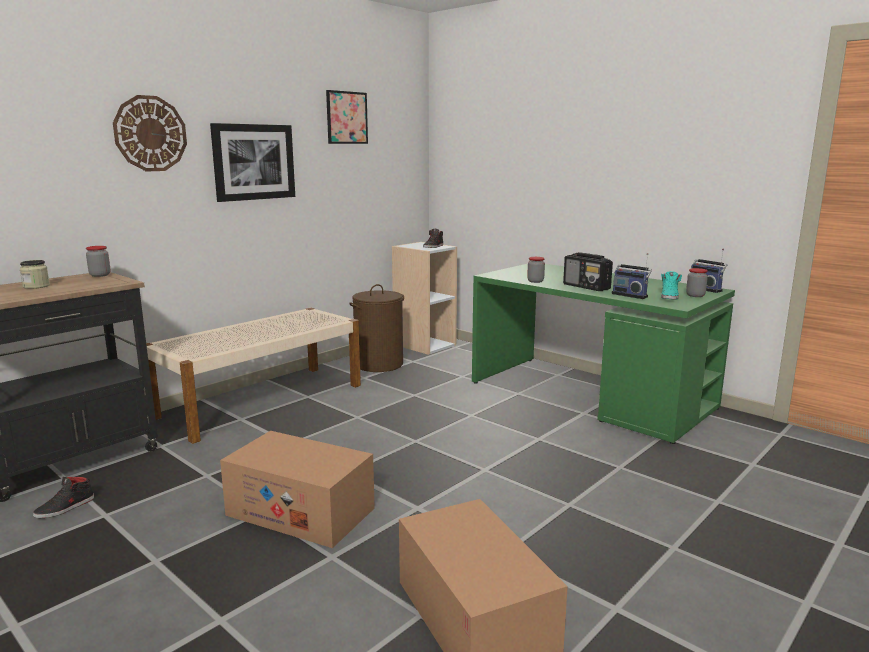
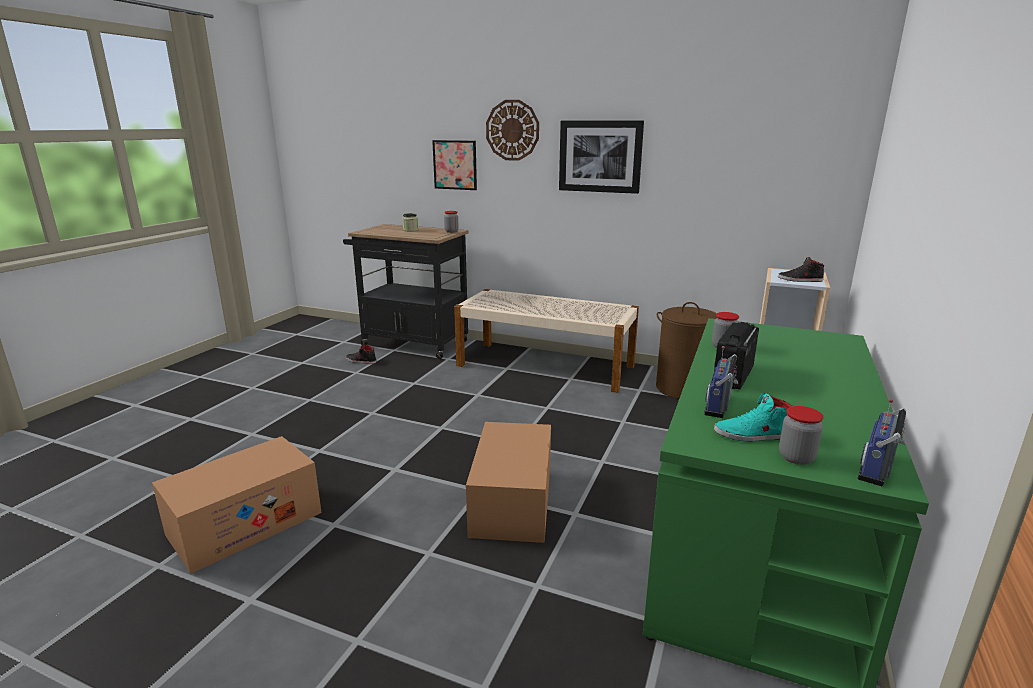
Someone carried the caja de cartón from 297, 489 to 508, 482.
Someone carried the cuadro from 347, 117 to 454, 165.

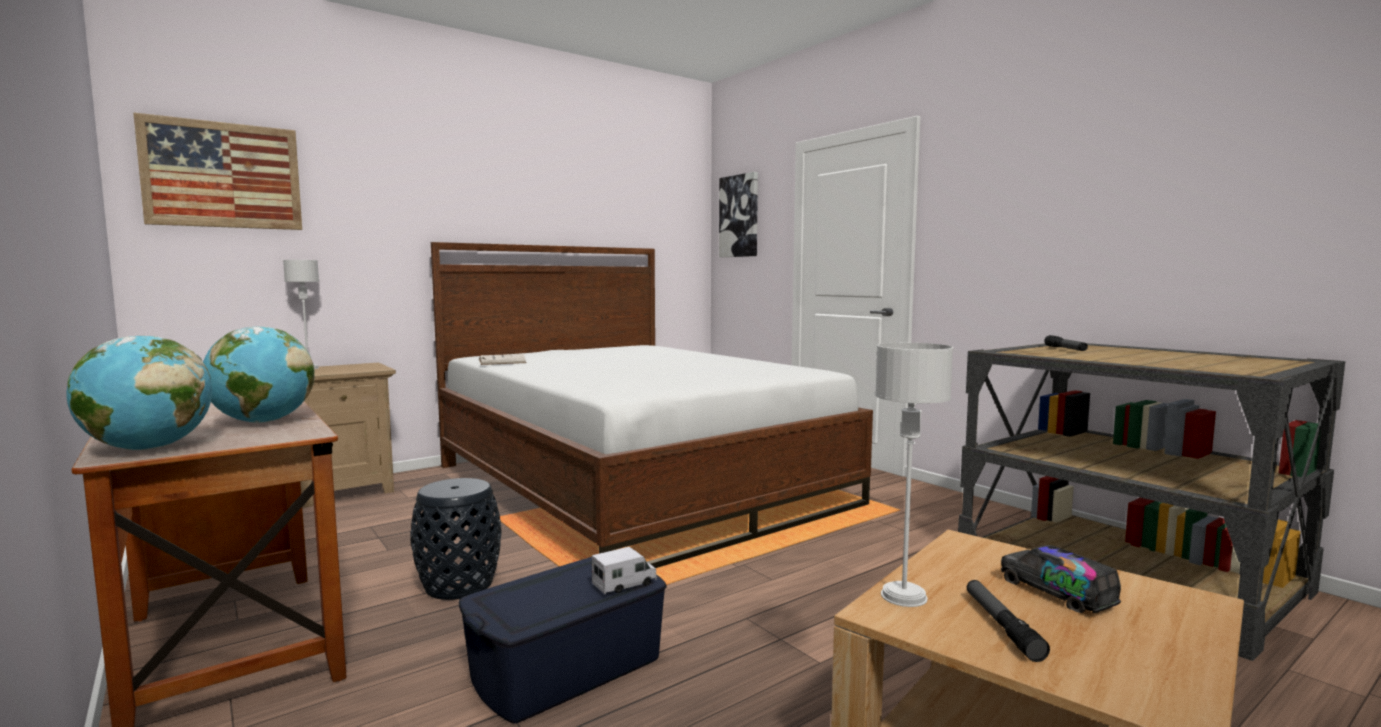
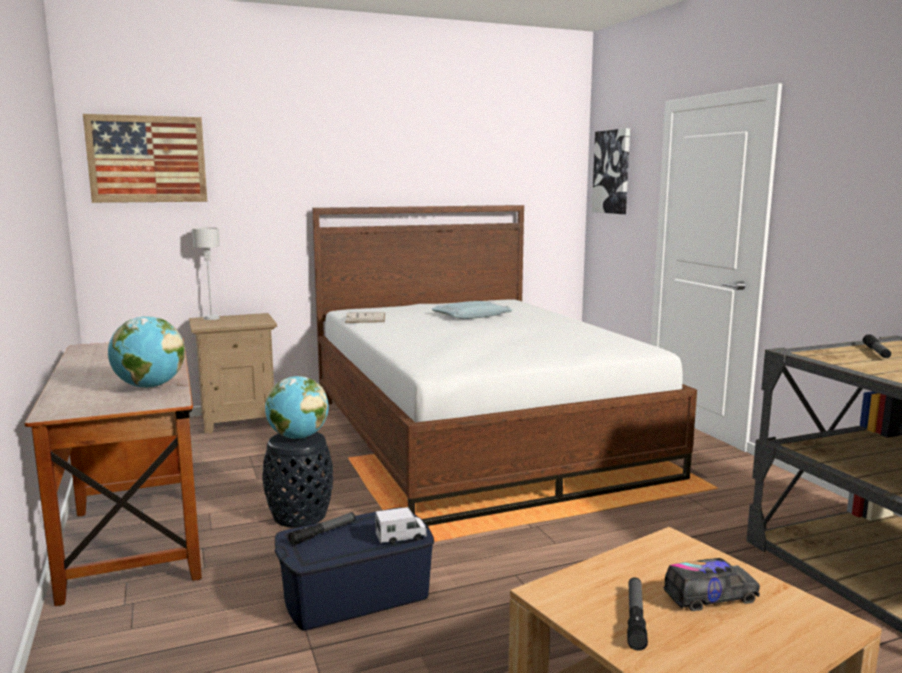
Someone carried the globo terráqueo from 139, 393 to 296, 407.
Someone took away the lámpara de mesa/gris at 914, 475.
Someone rotated the camión de juguete at 1061, 579 by 90 degrees clockwise.
Someone put down the linterna at 322, 528.
Someone put down the cojín/azul at 472, 310.

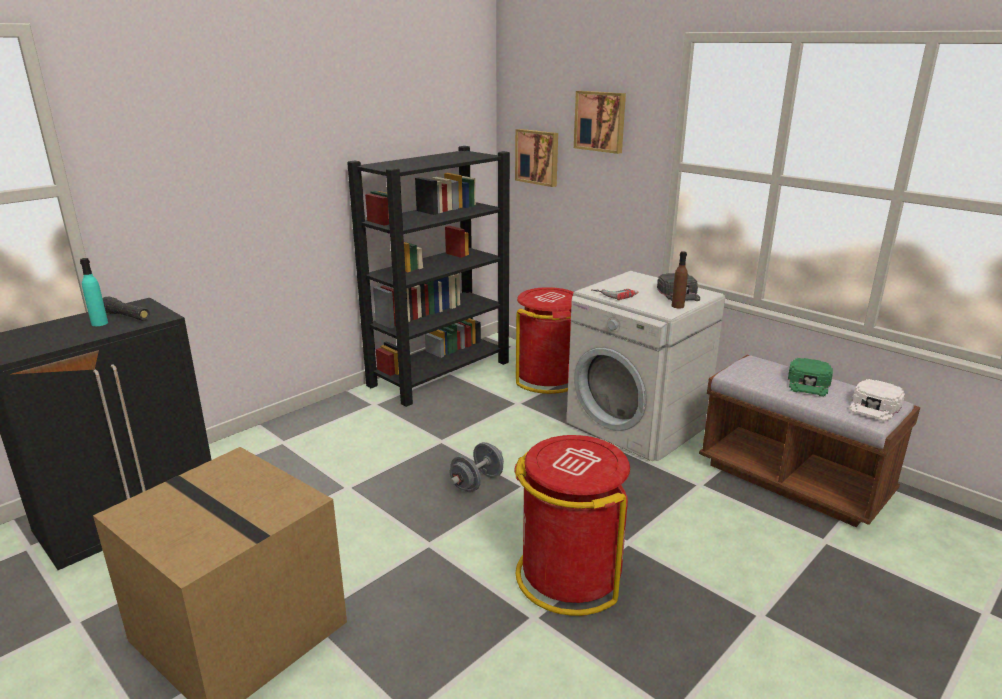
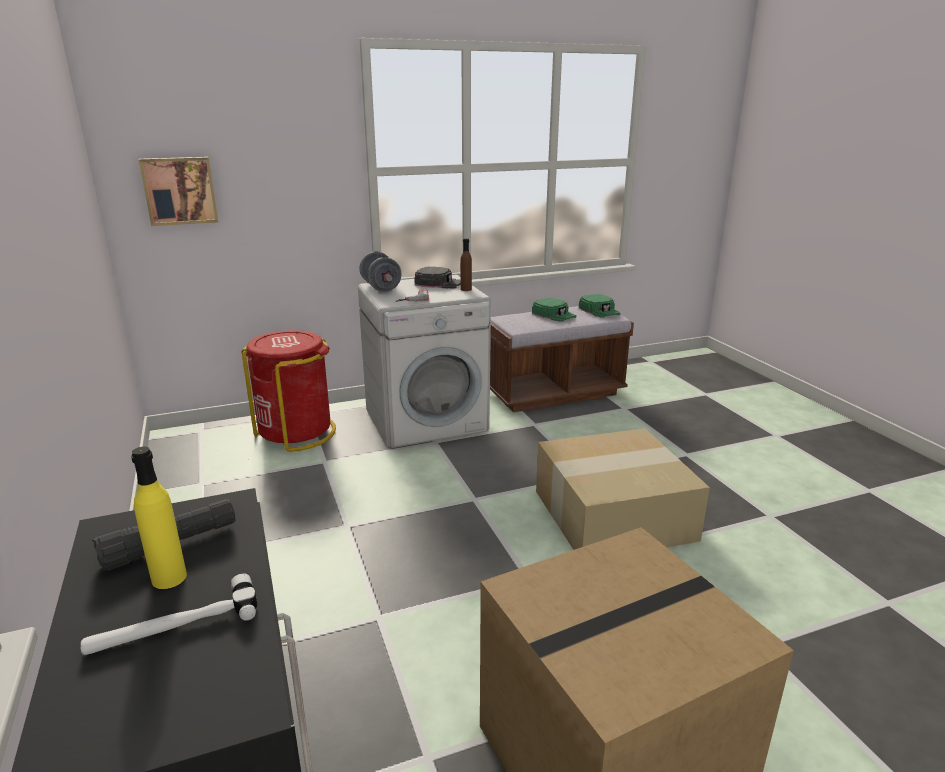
Someone repainted the botella/turquesa at 94, 292, which became the botella/amarillo at 159, 518.
Someone took away the estantería/negro at 428, 276.
Someone carried the mancuerna/gris from 477, 467 to 380, 271.
Someone swapped the papelera/rojo at 572, 525 for the caja de cartón at 623, 489.
Someone took away the cuadro at 600, 122.
Someone repainted the gorra/blanco at 877, 400, which became the gorra/verde at 599, 306.
Someone put down the martillo at 168, 614.

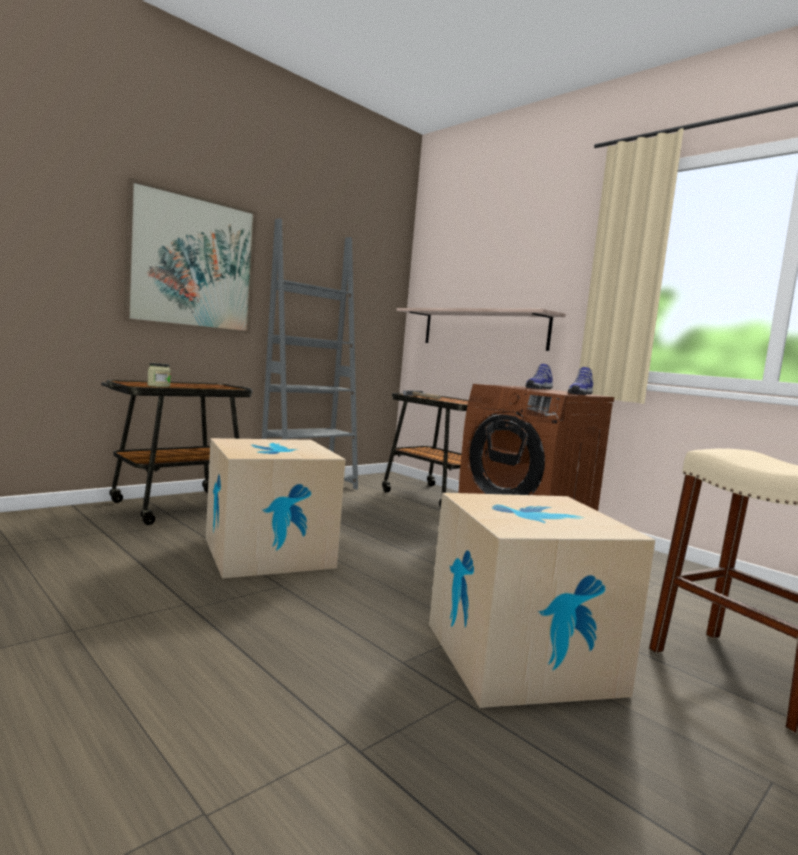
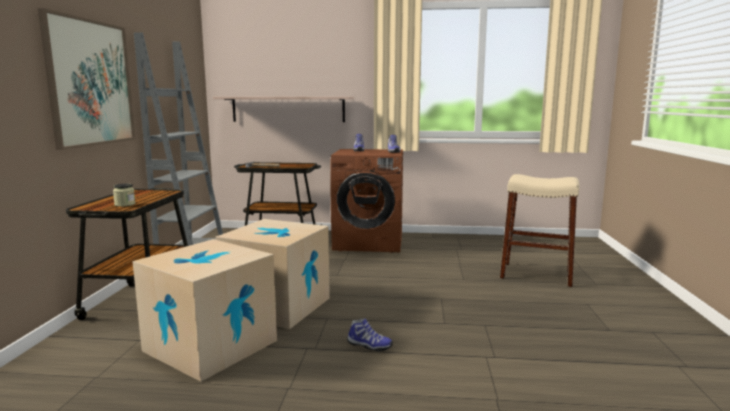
Someone carried the caja de cartón from 542, 600 to 204, 310.
Someone put down the zapato at 370, 335.

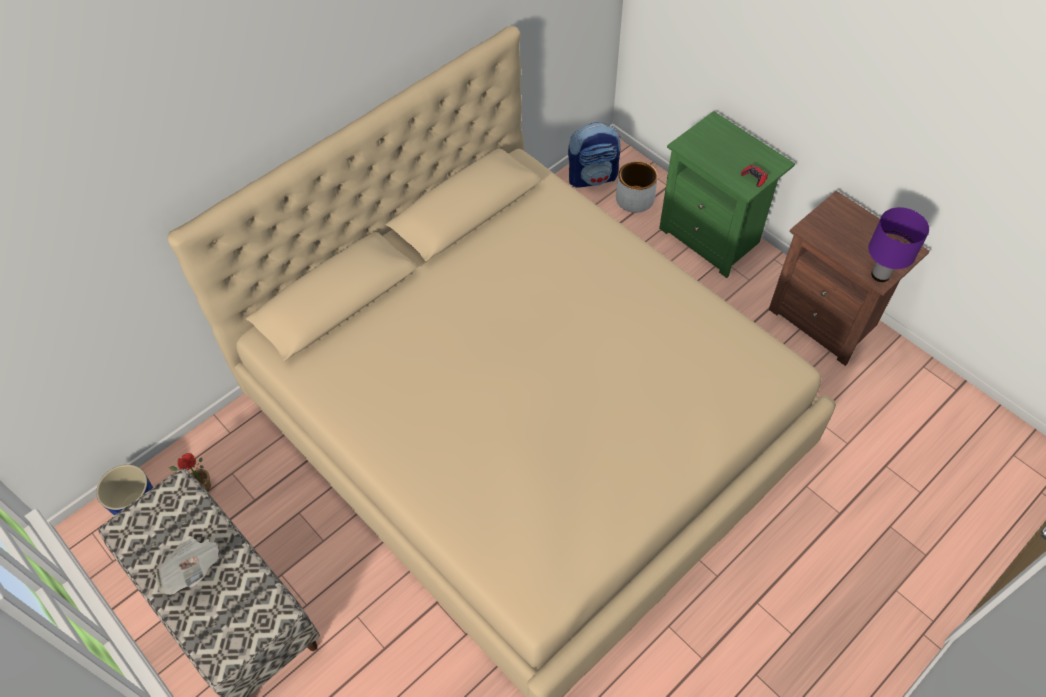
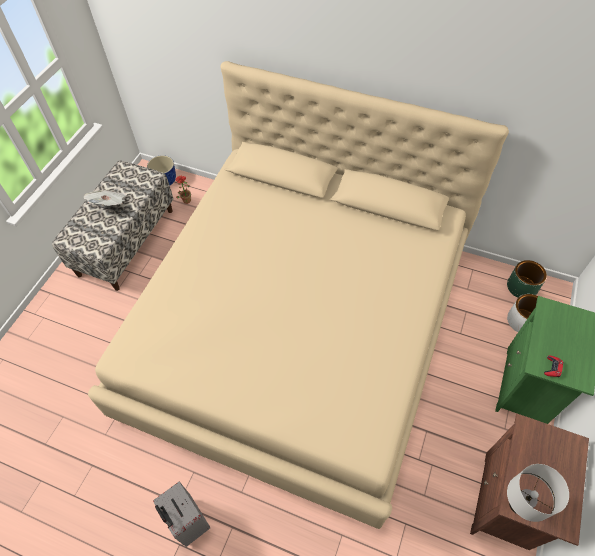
Someone swapped the mochila at 594, 155 for the maceta/verde at 527, 279.
Someone repainted the lámpara de mesa/morado at 898, 244, which became the lámpara de mesa/blanco at 538, 493.
Someone put down the maleta/gris at 181, 514.

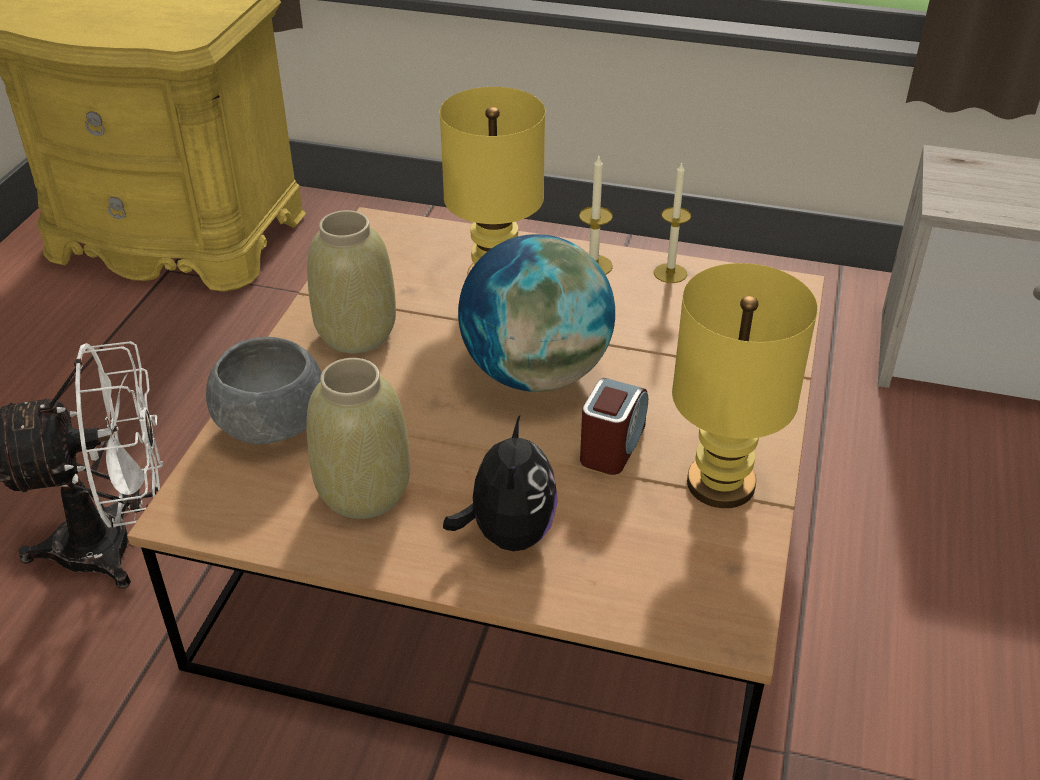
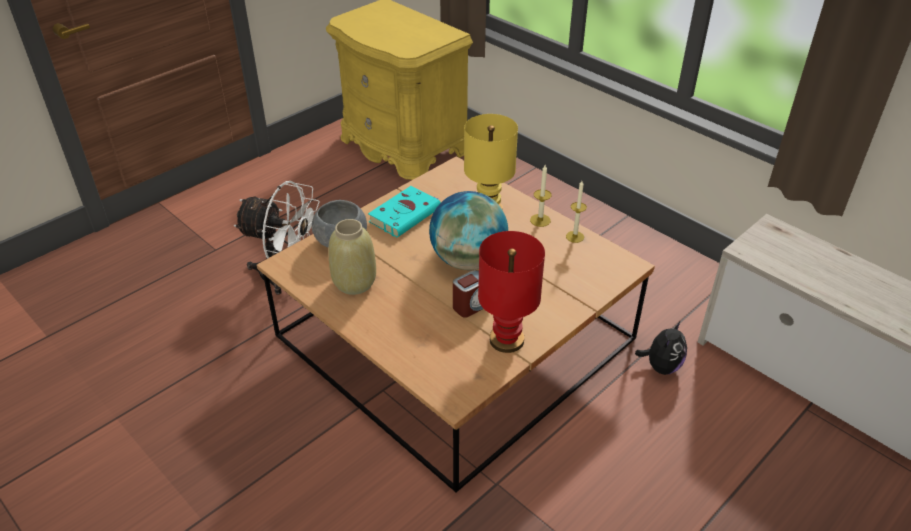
Someone swapped the florero/beis at 351, 281 for the libro/turquesa at 404, 212.
Someone carried the peluche from 500, 482 to 661, 348.
Someone repainted the lámpara de mesa/amarillo at 745, 385, which became the lámpara de mesa/rojo at 511, 292.

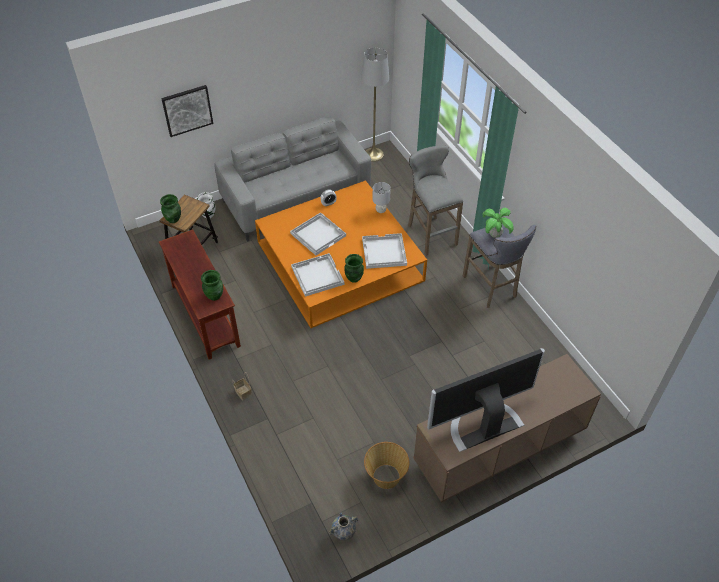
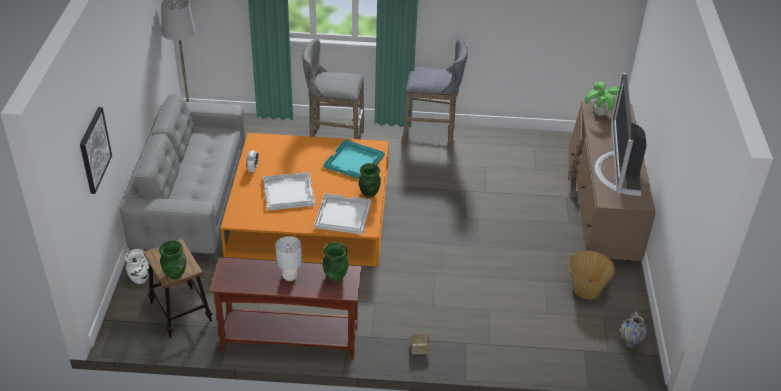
Someone repainted the bandeja/blanco at 384, 251, which became the bandeja/turquesa at 354, 159.
Someone carried the lámpara de mesa/gris from 381, 197 to 288, 258.
Someone carried the planta en maceta from 498, 223 to 602, 99.

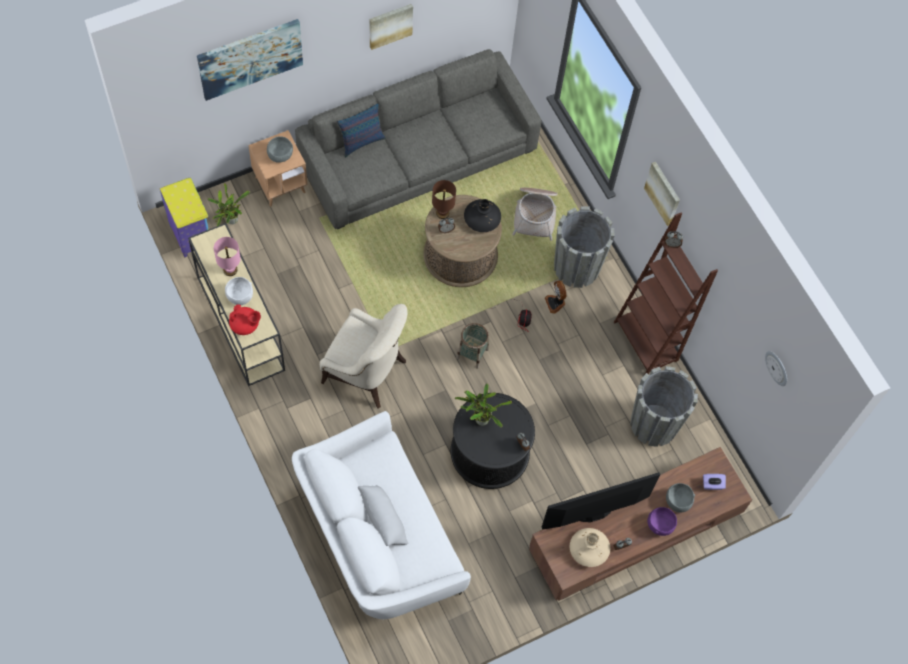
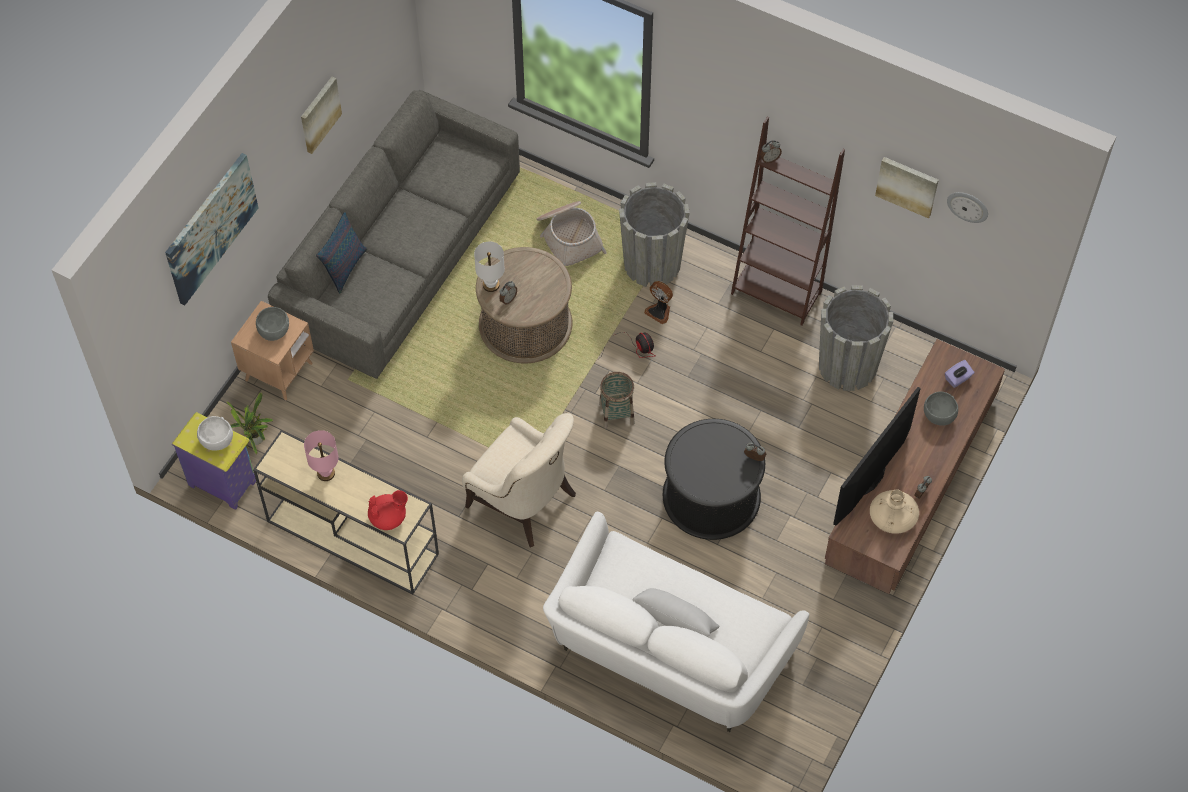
Someone carried the cuenco/blanco from 239, 291 to 215, 433.
Someone rotated the sillón/beis at 363, 356 by 45 degrees clockwise.
Someone repainted the lámpara de mesa/marrón at 444, 199, which became the lámpara de mesa/blanco at 489, 266.
Someone took away the planta en maceta at 483, 405.
Someone took away the florero/negro at 482, 215.
Someone carried the cuadro from 662, 194 to 907, 188.
Someone took away the cuenco/morado at 662, 521.

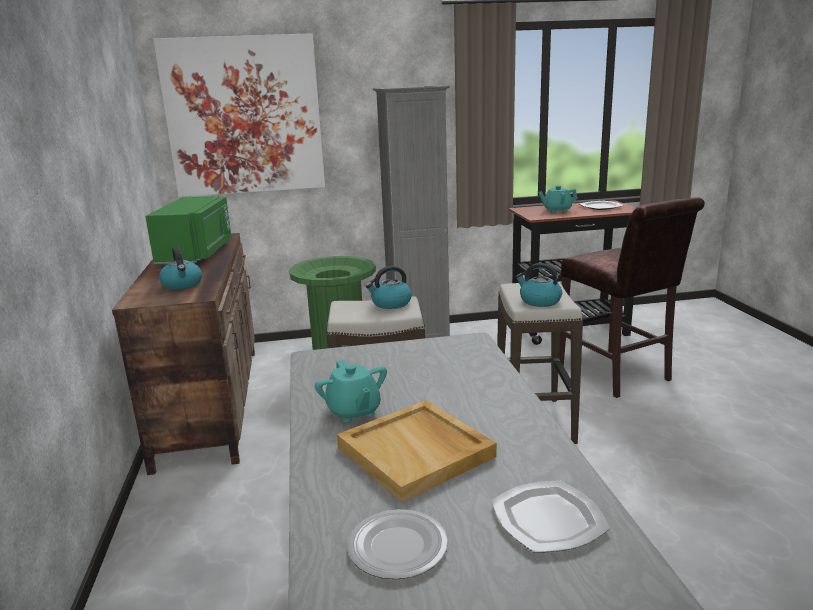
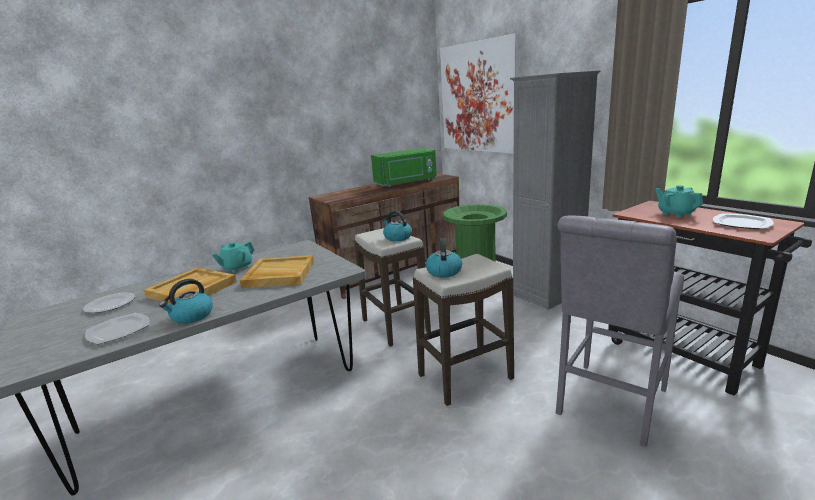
Someone carried the hervidor from 180, 268 to 186, 301.
Someone repainted the taburete/marrón at 632, 297, which became the taburete/gris at 620, 331.
Someone put down the bandeja/beis at 277, 271.

